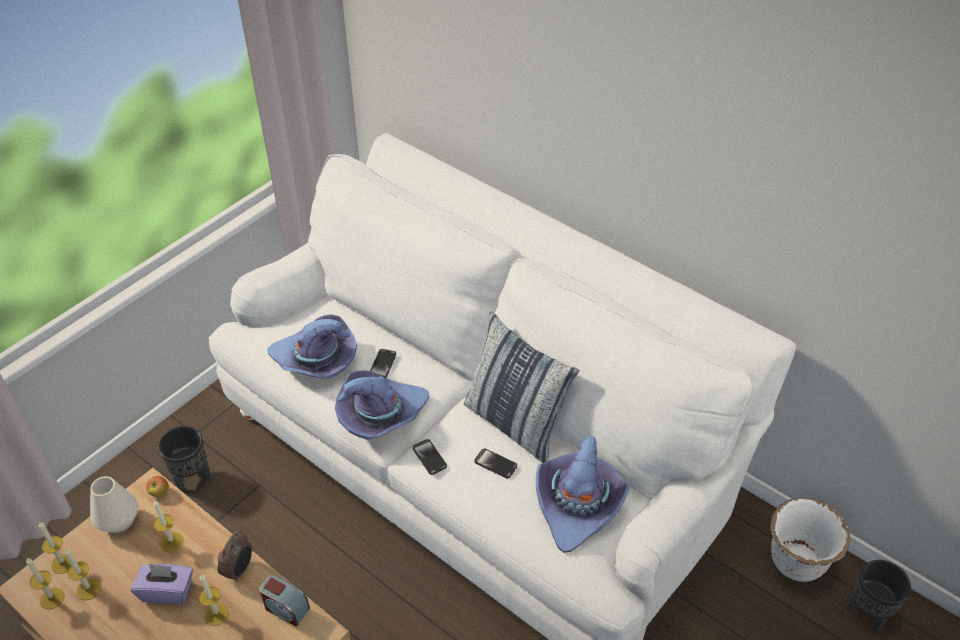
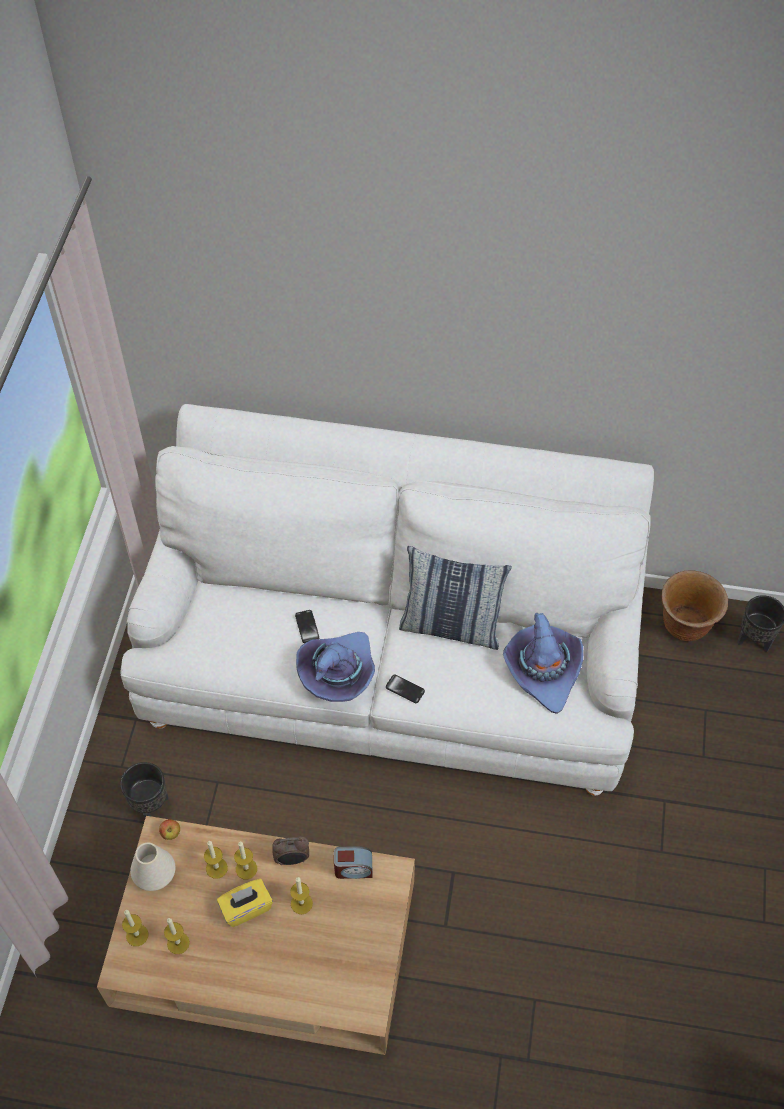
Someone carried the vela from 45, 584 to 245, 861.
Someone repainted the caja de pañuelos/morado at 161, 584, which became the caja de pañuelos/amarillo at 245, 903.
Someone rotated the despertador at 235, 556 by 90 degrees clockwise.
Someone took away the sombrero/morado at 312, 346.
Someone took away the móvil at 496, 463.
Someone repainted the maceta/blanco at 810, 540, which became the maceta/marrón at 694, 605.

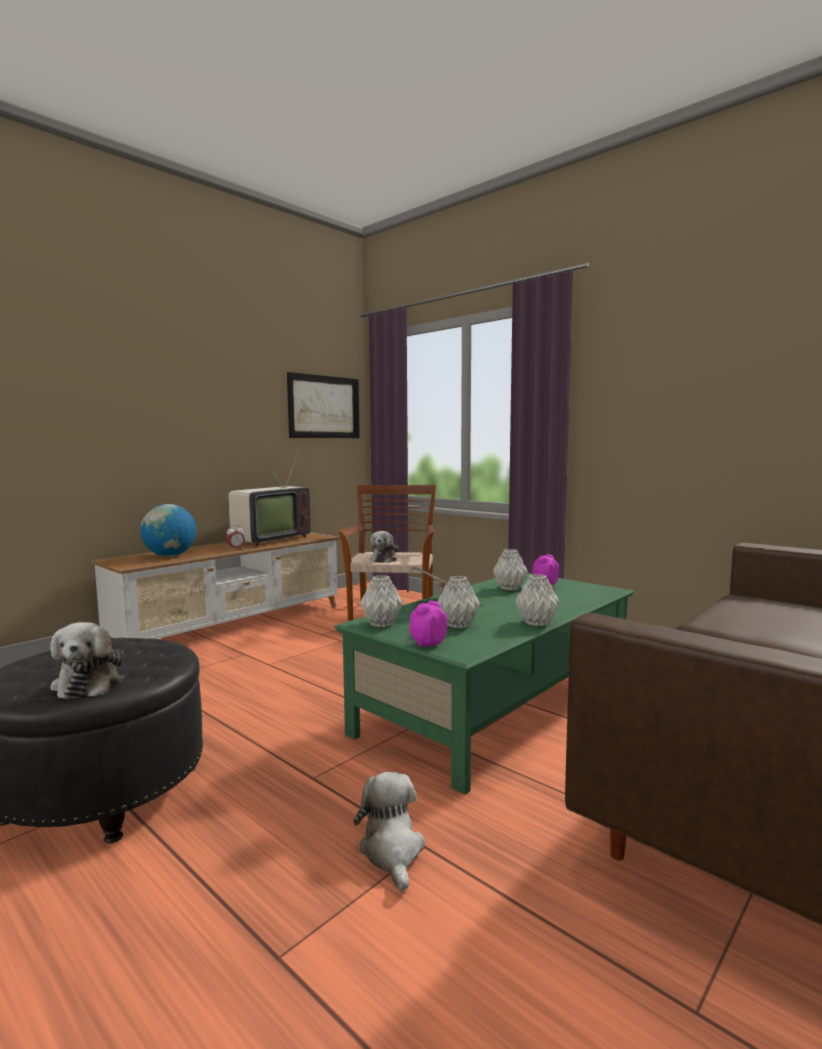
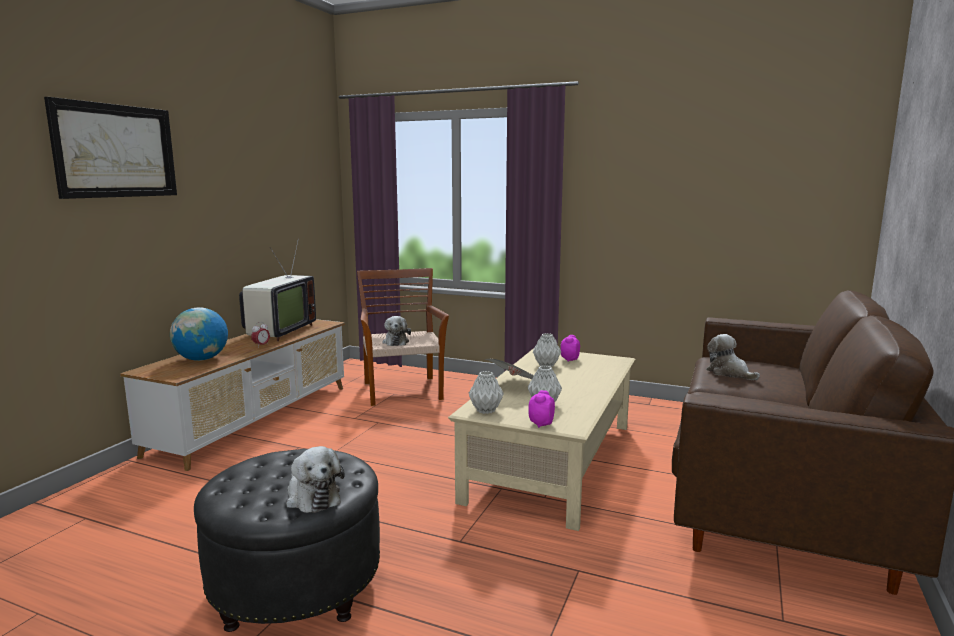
Someone carried the cuadro from 323, 405 to 110, 148.
Someone repainted the mesa de centro/verde at 484, 684, which became the mesa de centro/beis at 541, 439.
Someone carried the peluche from 389, 832 to 733, 357.
Someone took away the florero/gris at 538, 600.

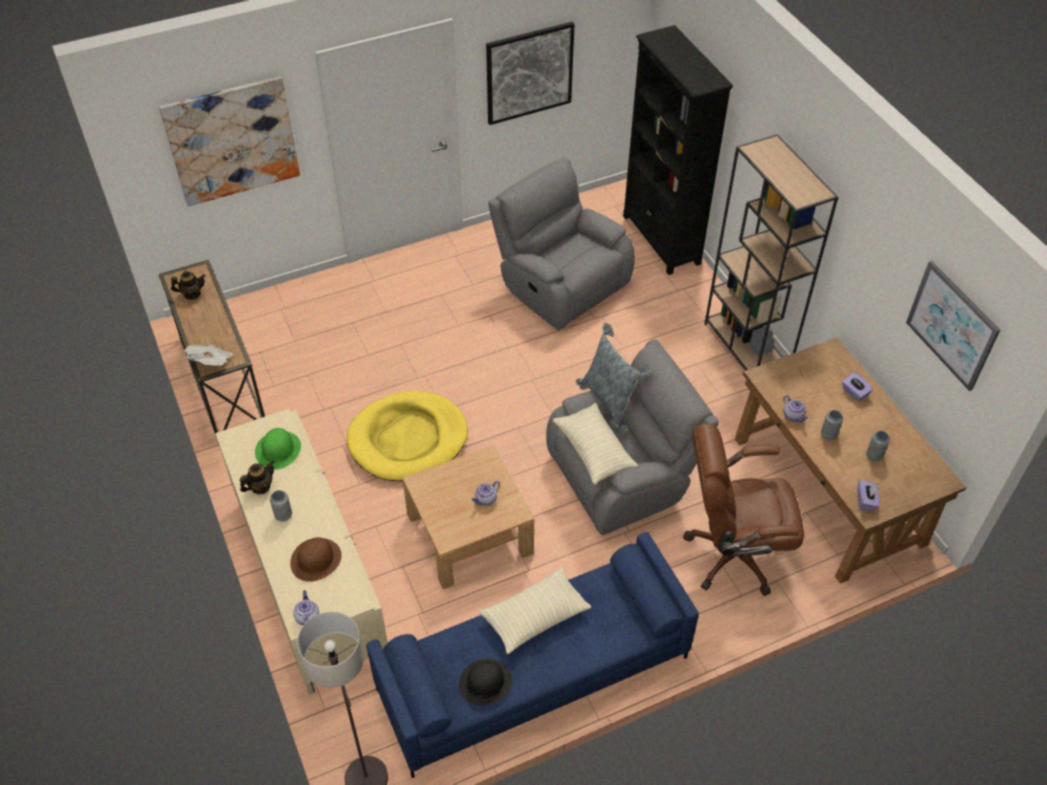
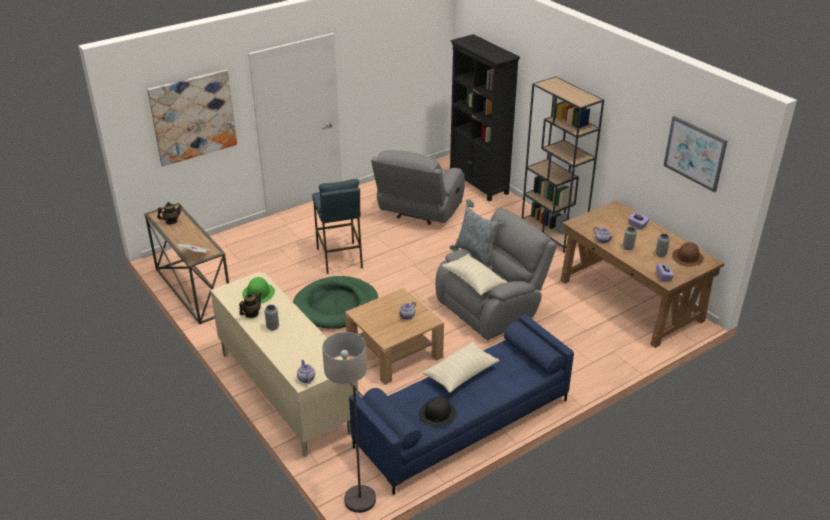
Someone carried the sombrero/marrón from 316, 559 to 688, 254.
Someone repainted the cama para perro/amarillo at 407, 436, which became the cama para perro/verde at 335, 302.
Someone took away the cuadro at 530, 73.
Someone rotated the sillón/gris at 561, 244 by 105 degrees counterclockwise.
Someone took away the silla de oficina/marrón at 743, 510.
Someone put down the taburete/azul at 337, 226.

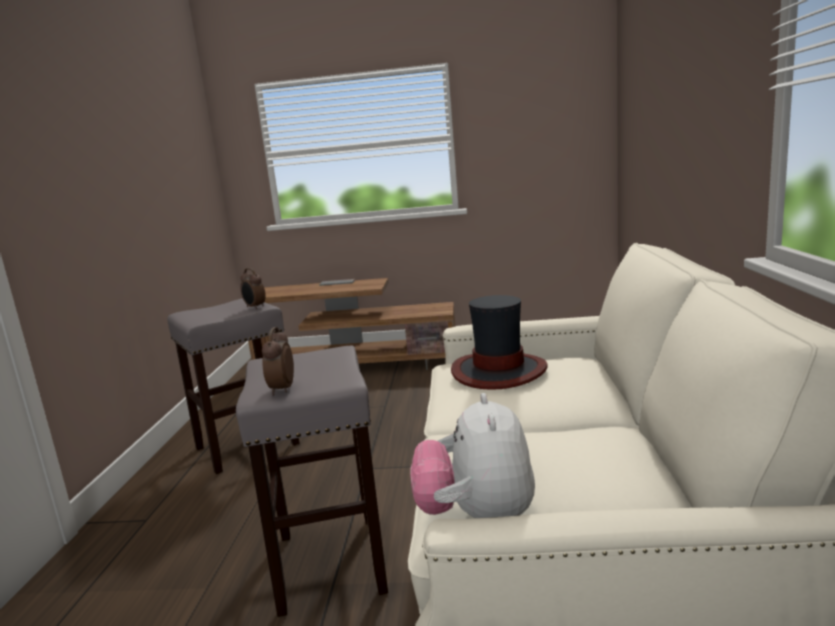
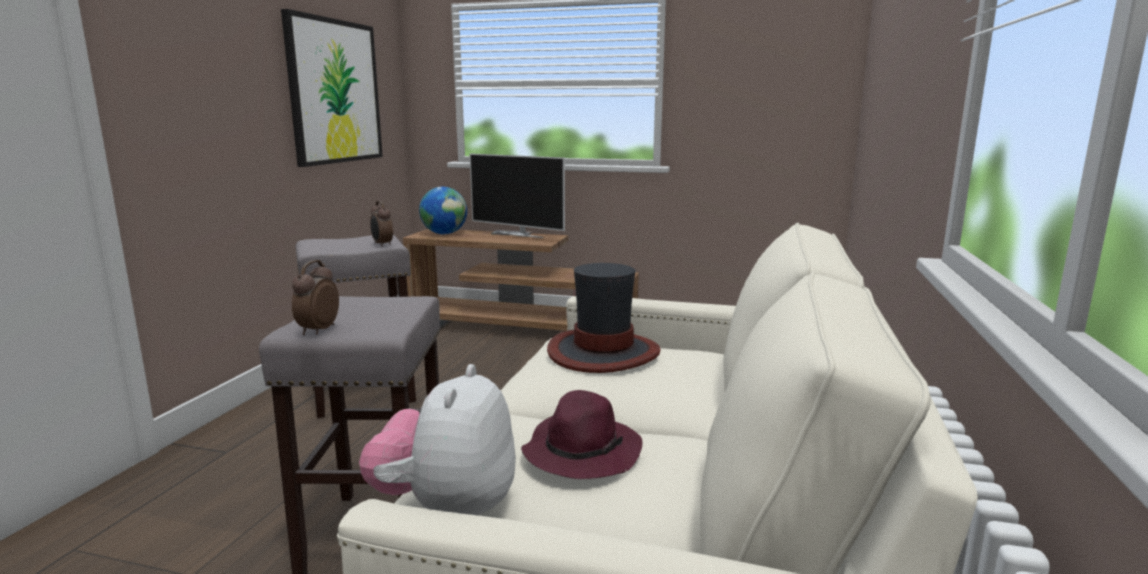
Someone put up the cuadro at 332, 88.
Someone put down the globo terráqueo at 443, 210.
Someone put down the televisor at 517, 195.
Someone put down the sombrero/morado at 581, 434.

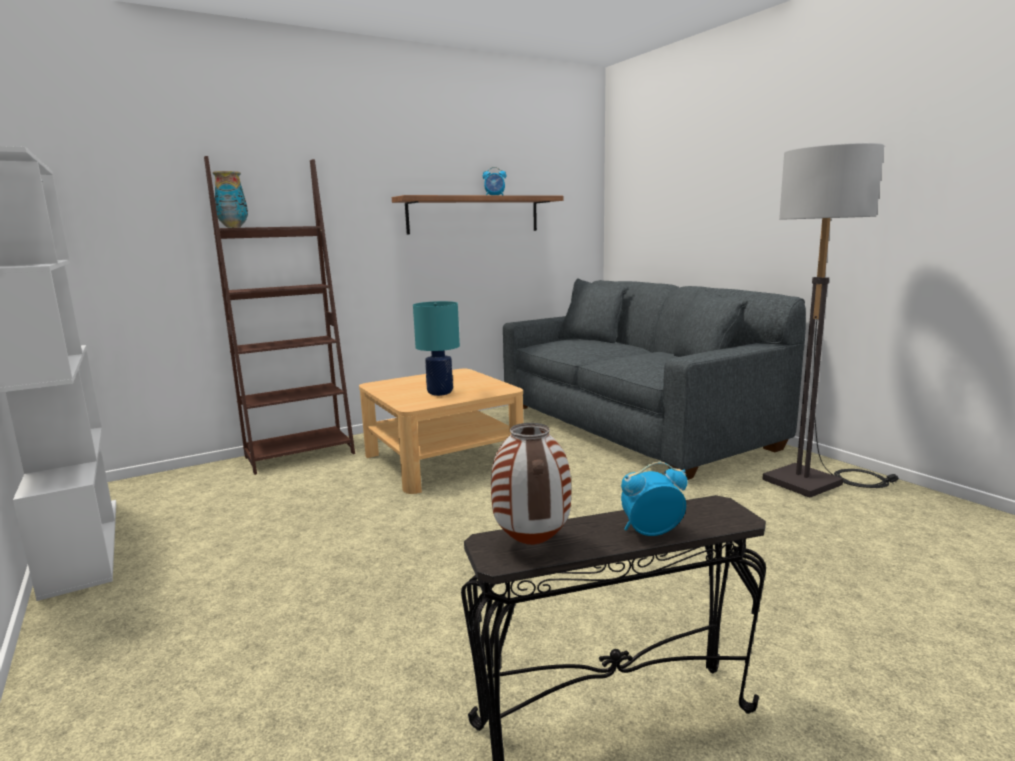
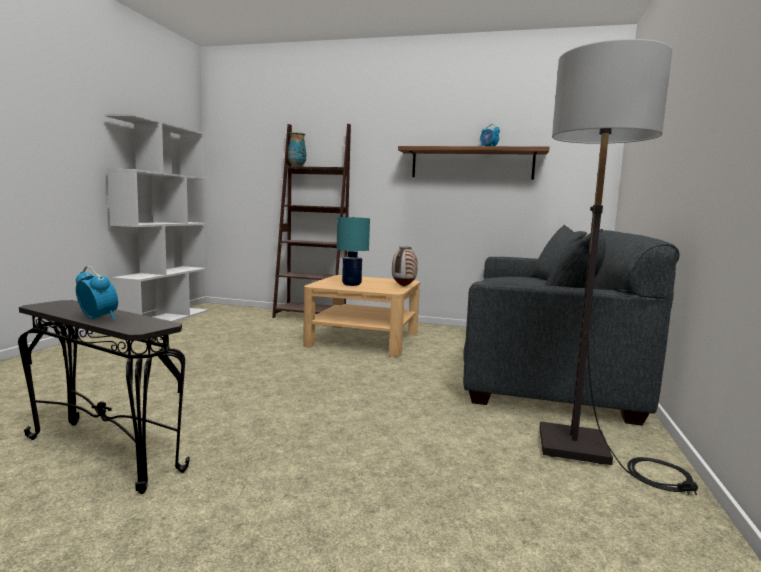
Someone carried the florero from 531, 484 to 405, 267.

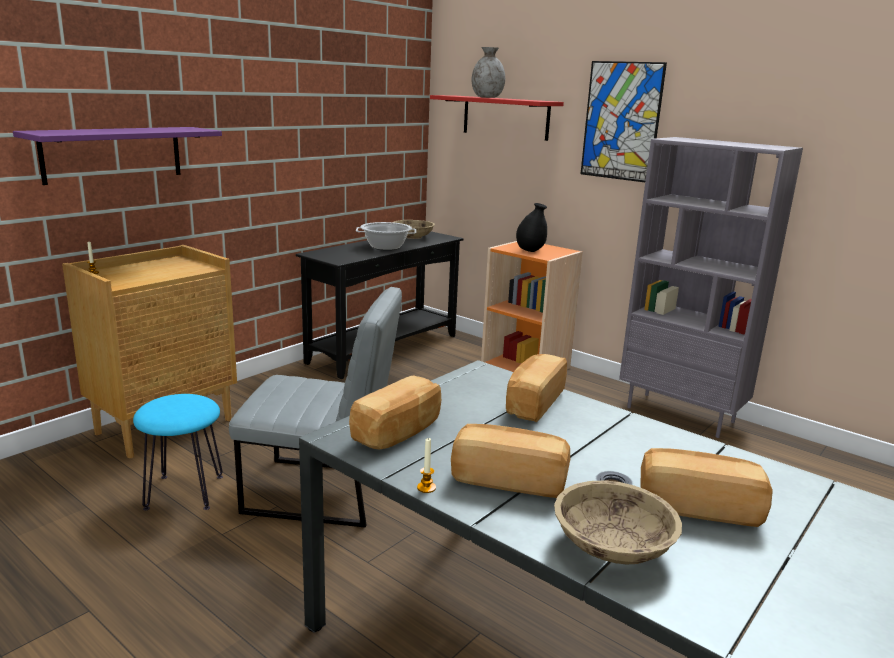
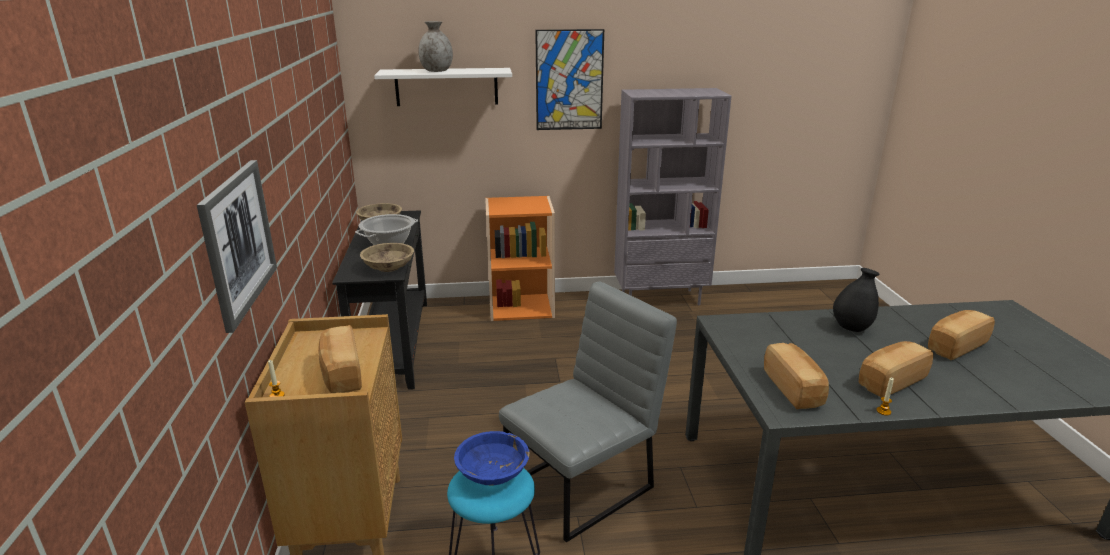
Someone swapped the estante/morado at 117, 156 for the cuadro at 237, 246.
Someone repainted the estante/rojo at 497, 118, which became the estante/blanco at 443, 87.
Someone carried the pan from 536, 388 to 340, 359.
Someone carried the florero/negro from 531, 227 to 856, 300.
Someone carried the cuenco/beis from 618, 523 to 387, 257.
Someone put down the cuenco/azul at 491, 458.

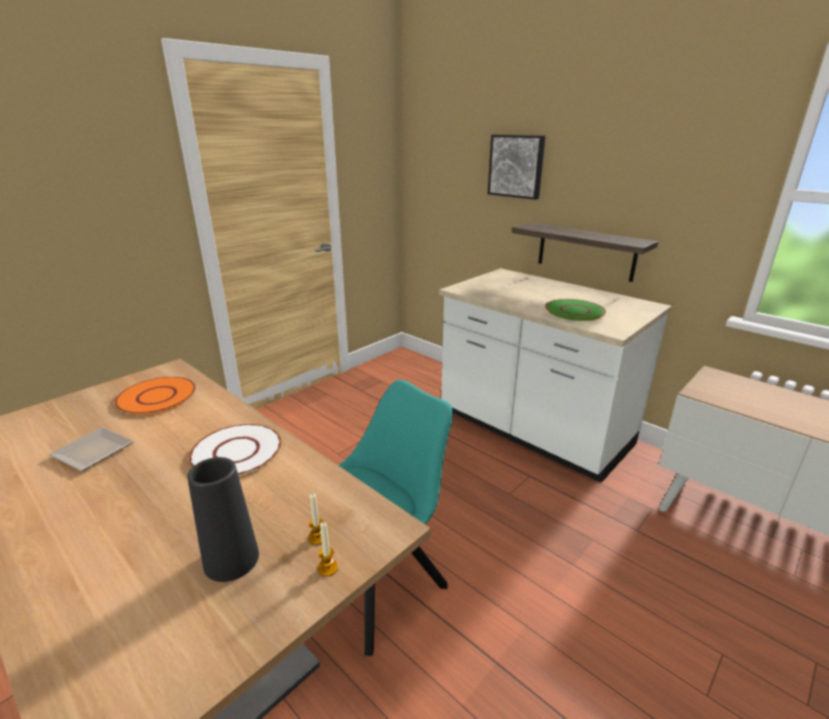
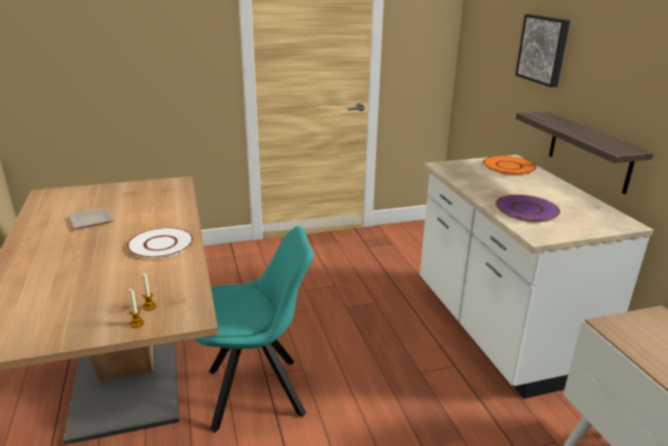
Someone carried the plato/naranja from 155, 396 to 509, 165.
Someone took away the florero/negro at 223, 519.
Someone repainted the plato/verde at 575, 310, which became the plato/morado at 527, 208.

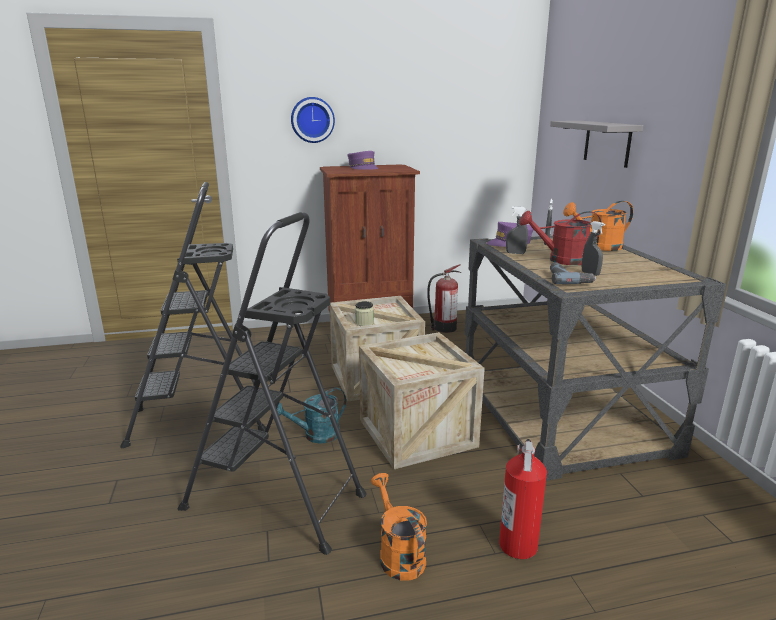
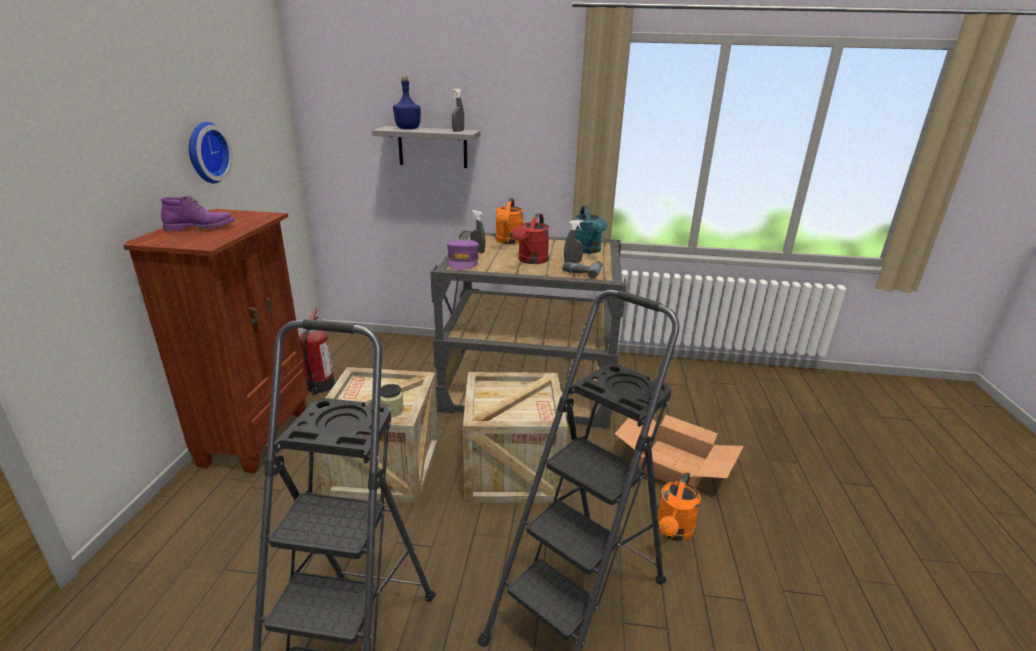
Someone carried the regadera/turquesa from 311, 416 to 591, 230.
Someone carried the reloj de pared from 313, 120 to 211, 152.
Someone swapped the gorra/morado at 362, 160 for the bota/morado at 197, 213.
Someone rotated the regadera/naranja at 399, 526 by 60 degrees counterclockwise.
Someone swapped the extintor at 523, 499 for the caja de cartón at 679, 451.
Someone carried the pulverizador/gris from 517, 230 to 458, 110.
Someone put down the botella/azul at 407, 103.

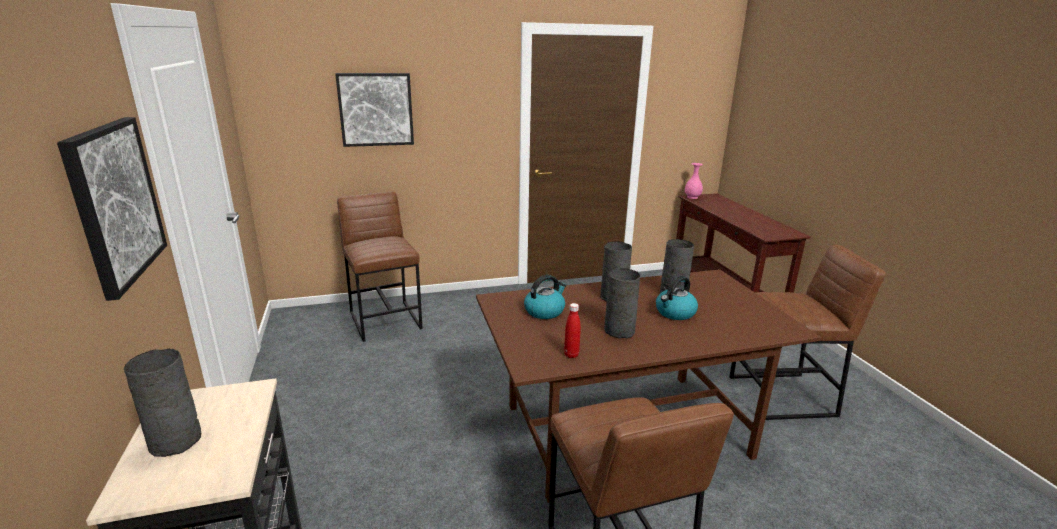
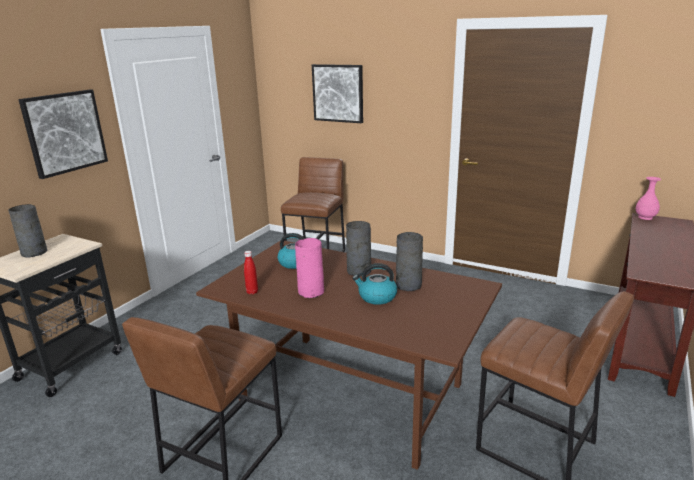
Someone repainted the florero/gris at 622, 303, which became the florero/rosa at 309, 268.

